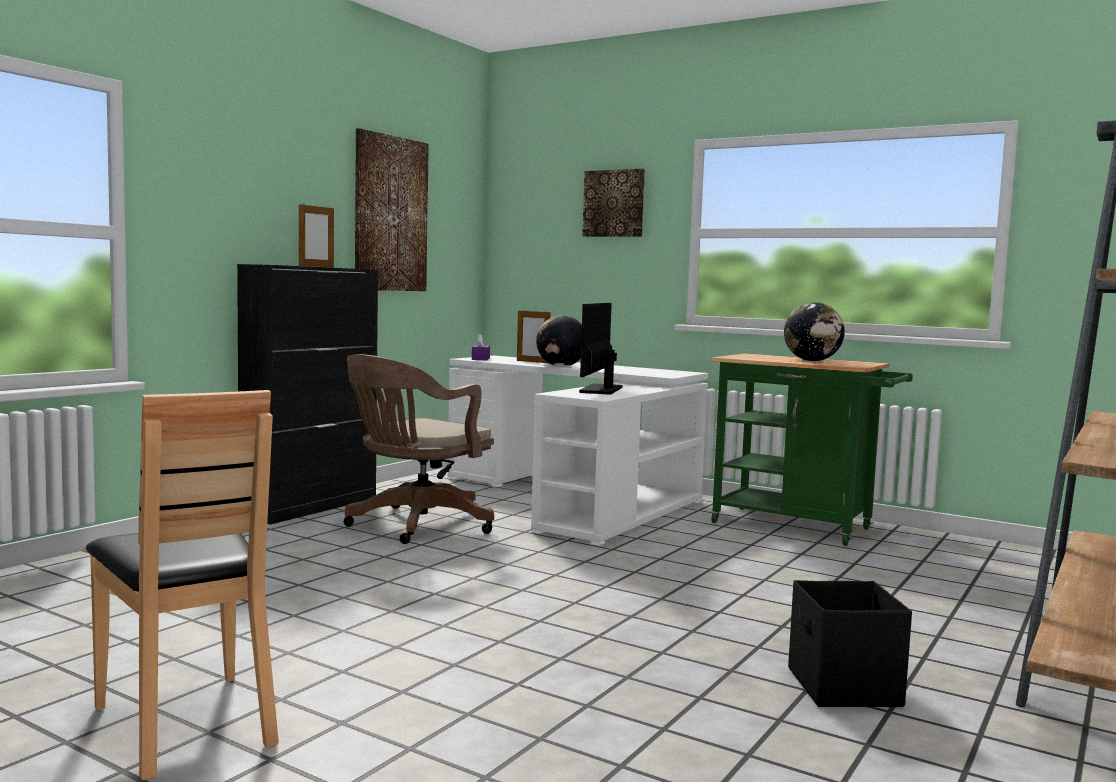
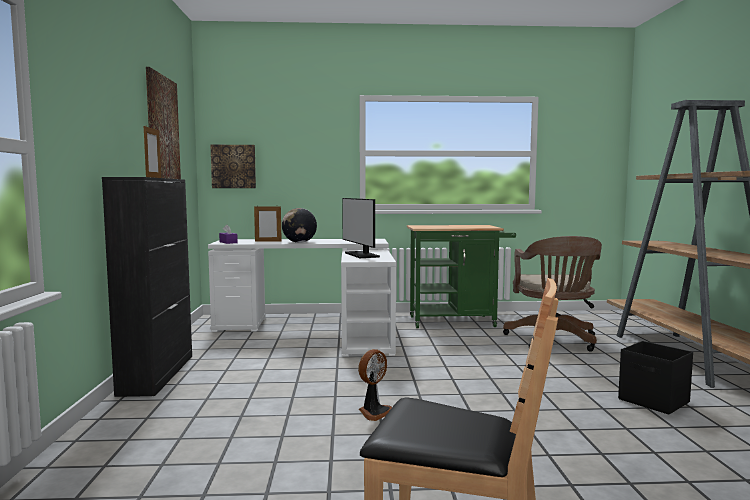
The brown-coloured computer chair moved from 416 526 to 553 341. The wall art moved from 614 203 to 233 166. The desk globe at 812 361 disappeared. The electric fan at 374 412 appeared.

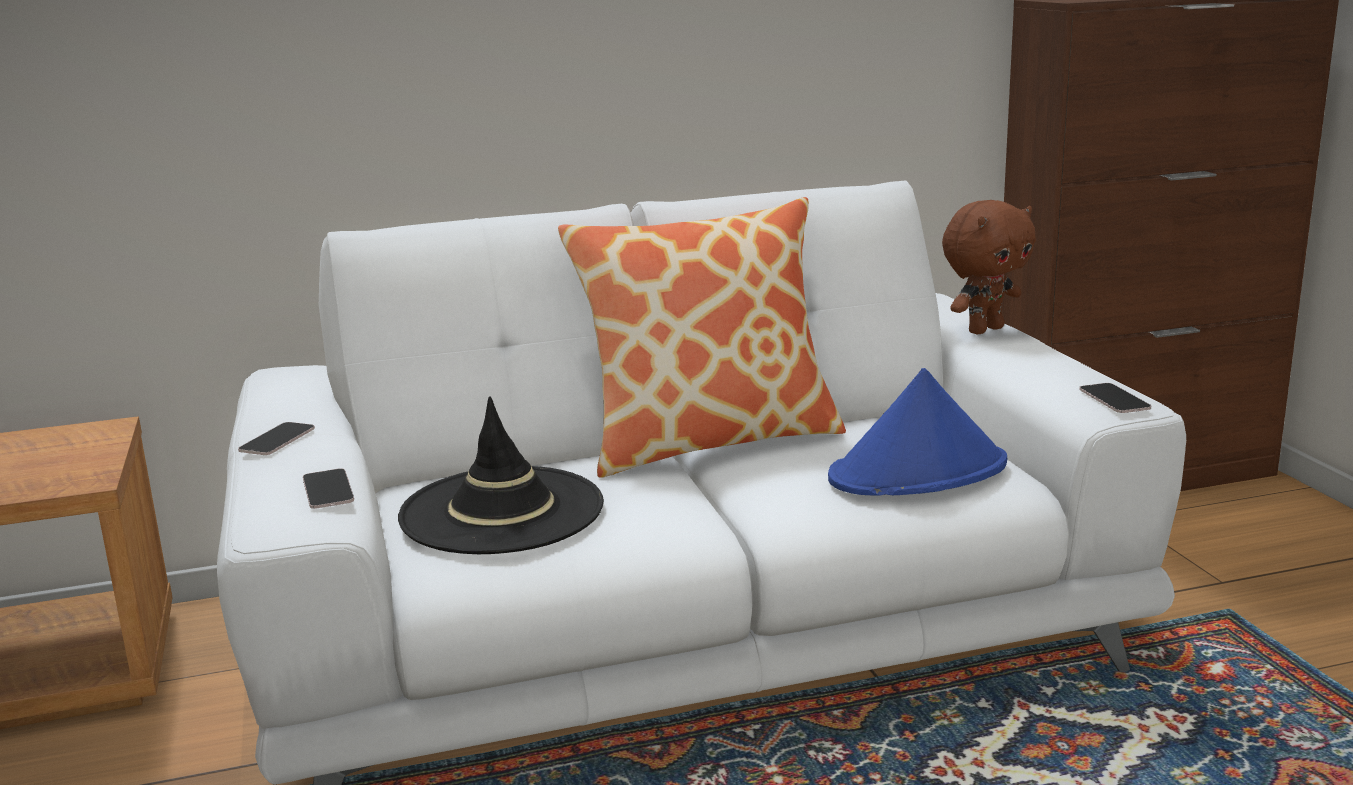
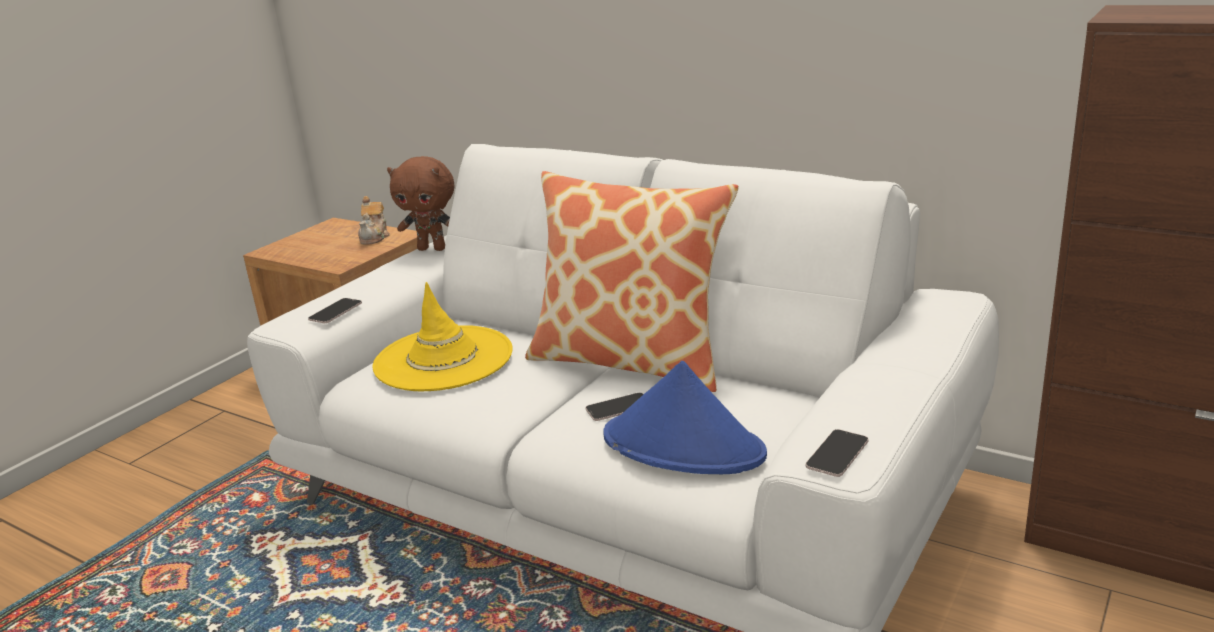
The phone moved from 277 440 to 618 408. The black-coloured wearable hat at 502 511 became the yellow wearable hat at 443 359. The brown-coloured plush toy moved from 984 329 to 433 248. The tea pot at 375 237 appeared.

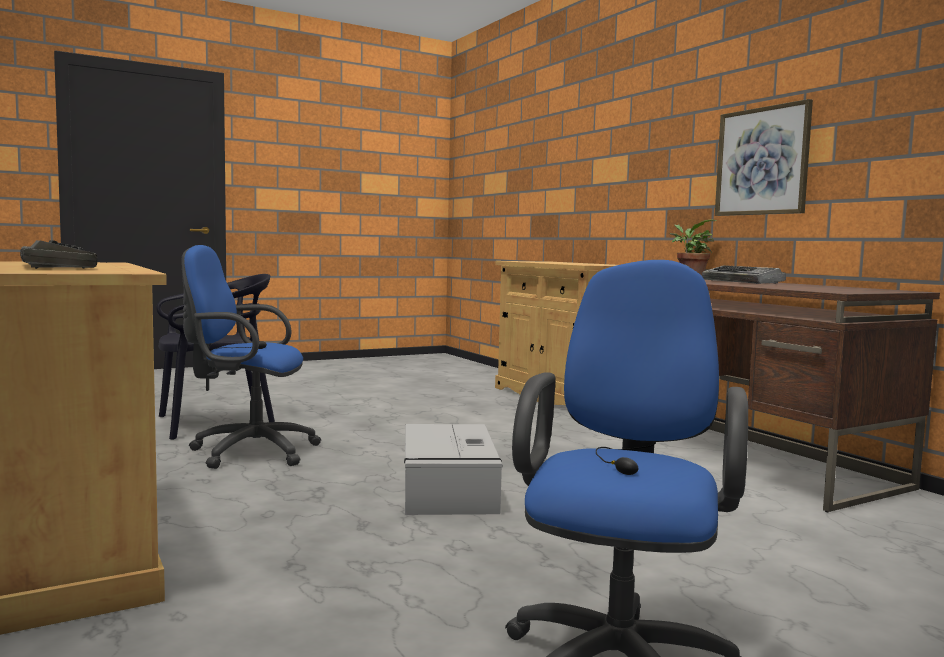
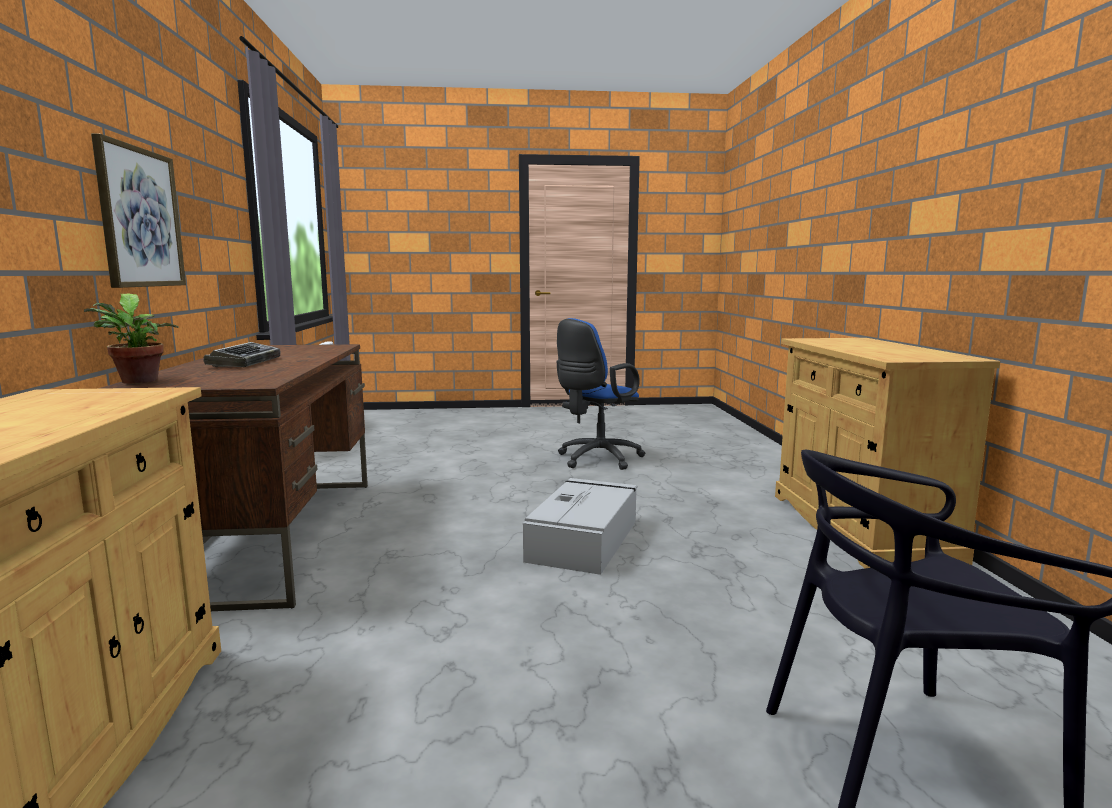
The PC keyboard at 56 266 disappeared. The bluish computer chair at 247 452 disappeared.

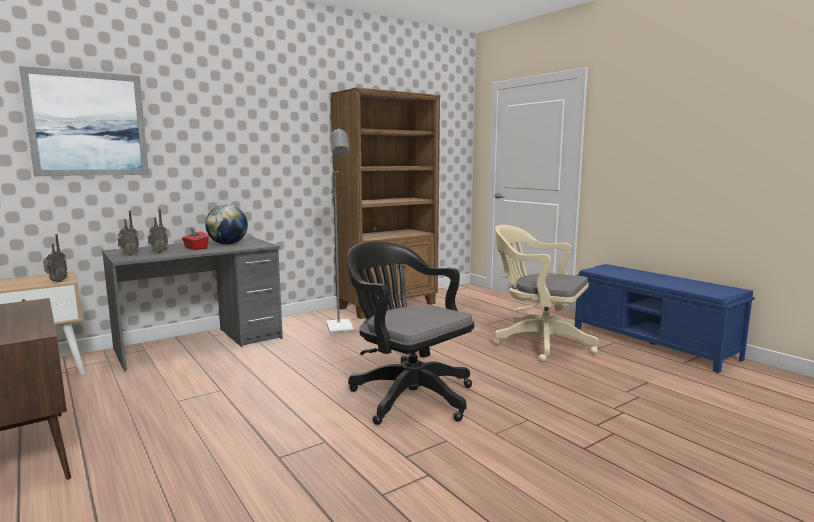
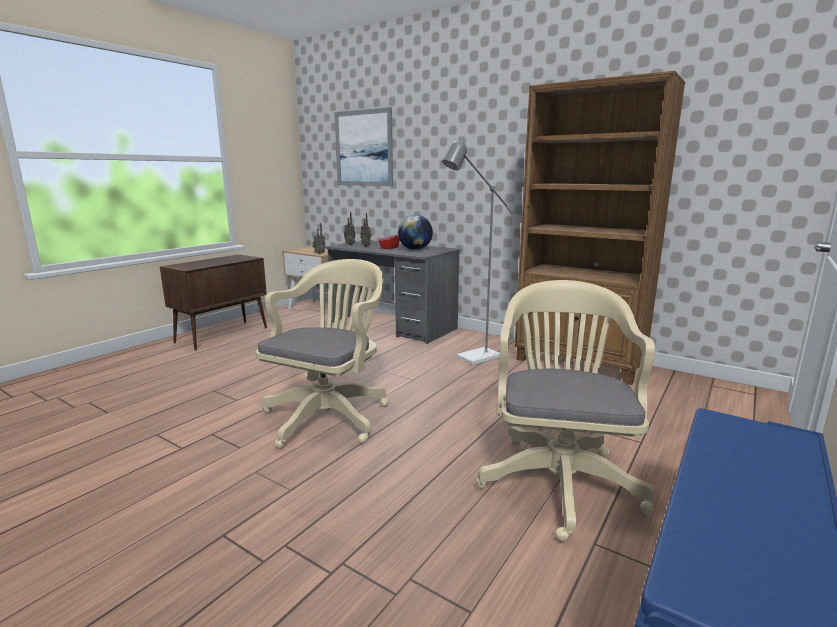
The black-coloured computer chair at 407 395 became the beige-coloured computer chair at 330 415.

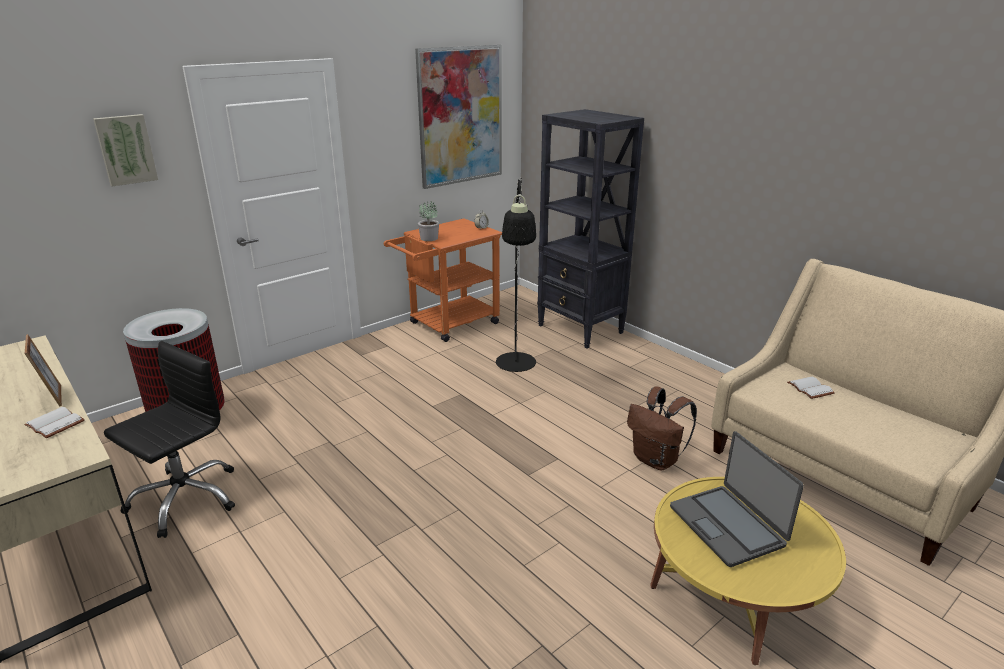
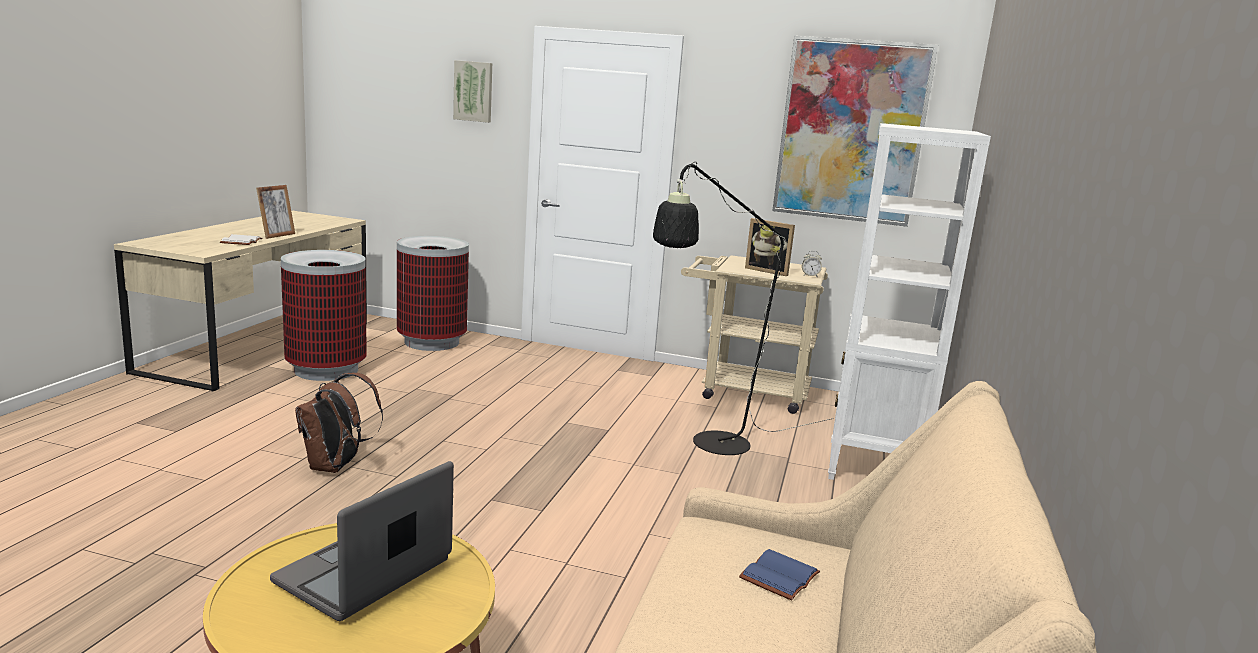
The black-coloured computer chair at 184 498 was replaced by the rubbish bin at 326 370. The orange-coloured trolley at 448 325 became the beige-coloured trolley at 744 391. The potted plant at 429 238 disappeared. The black-coloured bookshelf at 580 329 became the white-coloured bookshelf at 873 465. The brown-coloured knapsack moved from 657 460 to 336 467. The white-coloured book at 809 388 became the bluish book at 778 575. The picture frame at 768 271 appeared.

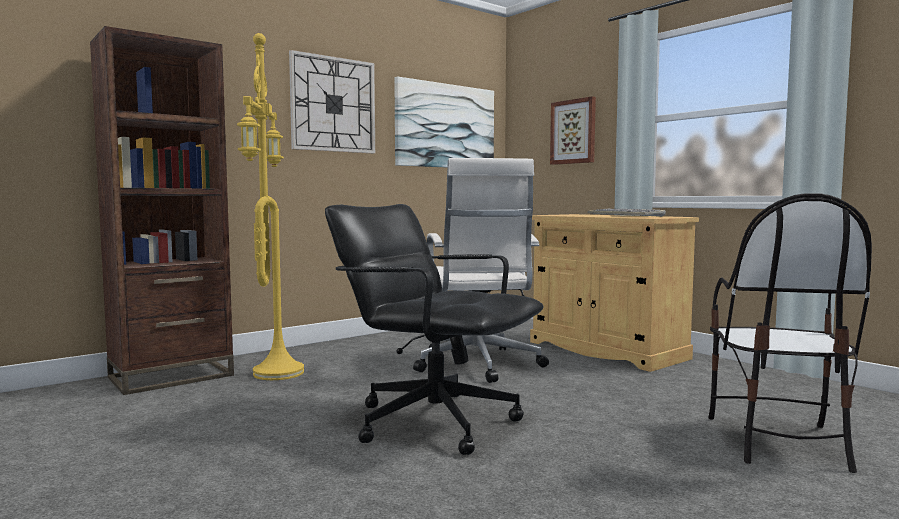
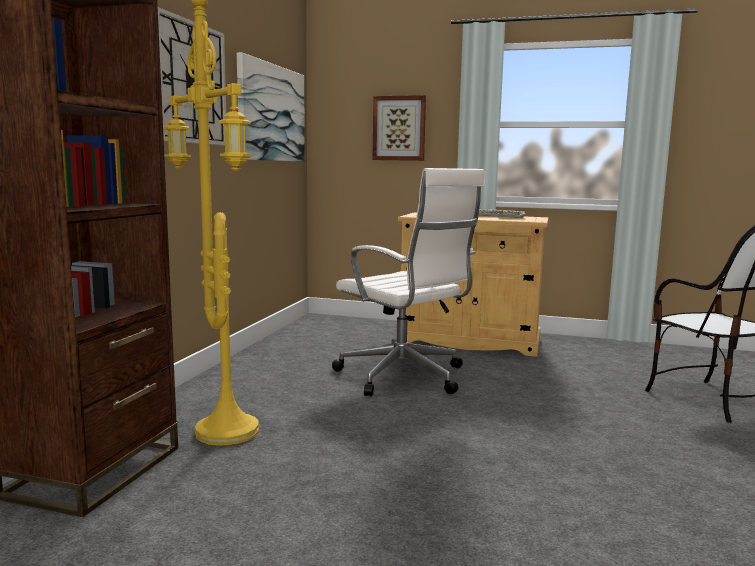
The black-coloured computer chair at 434 421 disappeared.

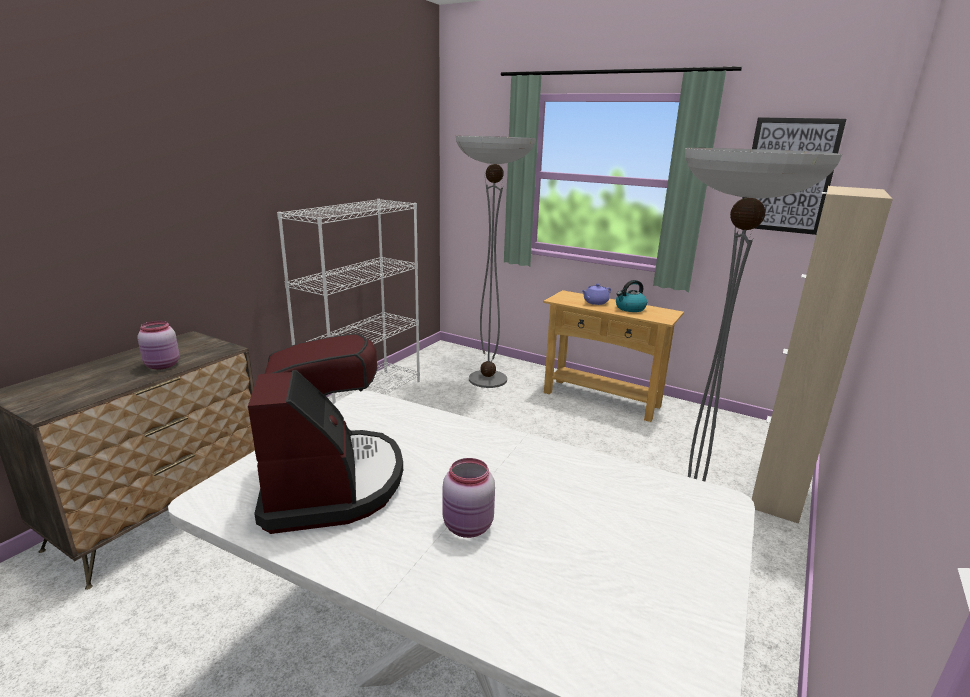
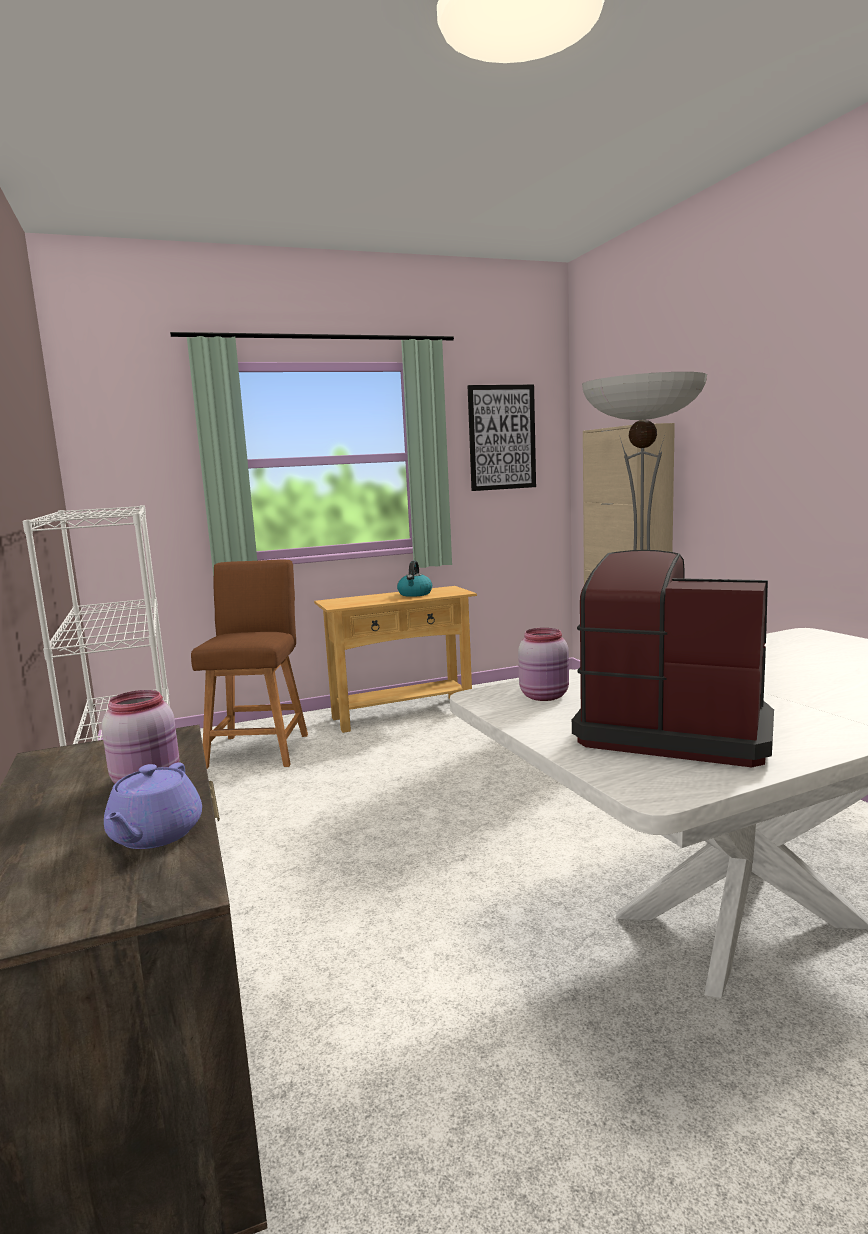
The pink storage jar moved from 468 527 to 545 696. The standard lamp at 488 379 was replaced by the brown-coloured stool at 259 749. The purple tea pot moved from 595 302 to 155 835.

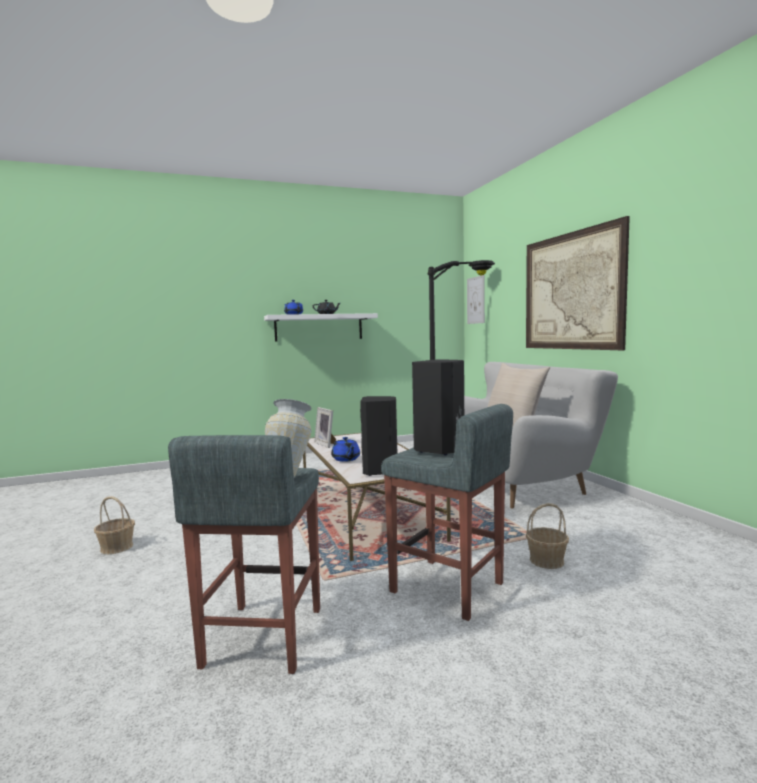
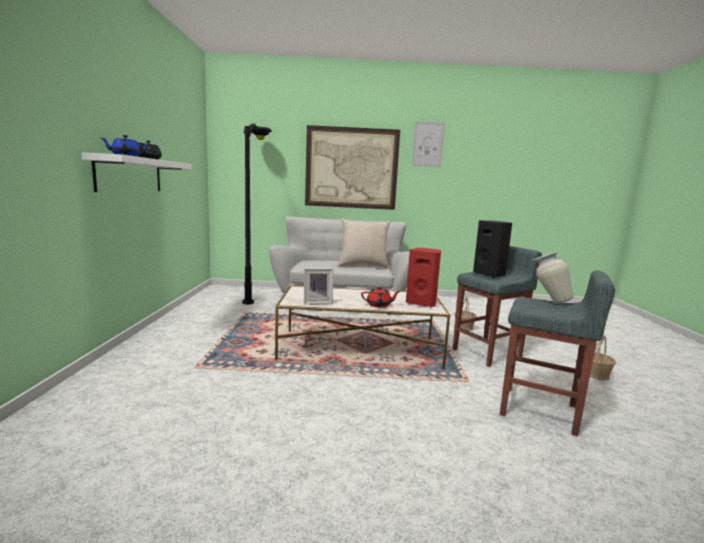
The household basket moved from 116 547 to 596 374. The bluish tea pot at 346 459 became the reddish tea pot at 379 305. The black-coloured audio speaker at 380 471 became the reddish audio speaker at 422 303. The wall art moved from 475 300 to 428 144.

